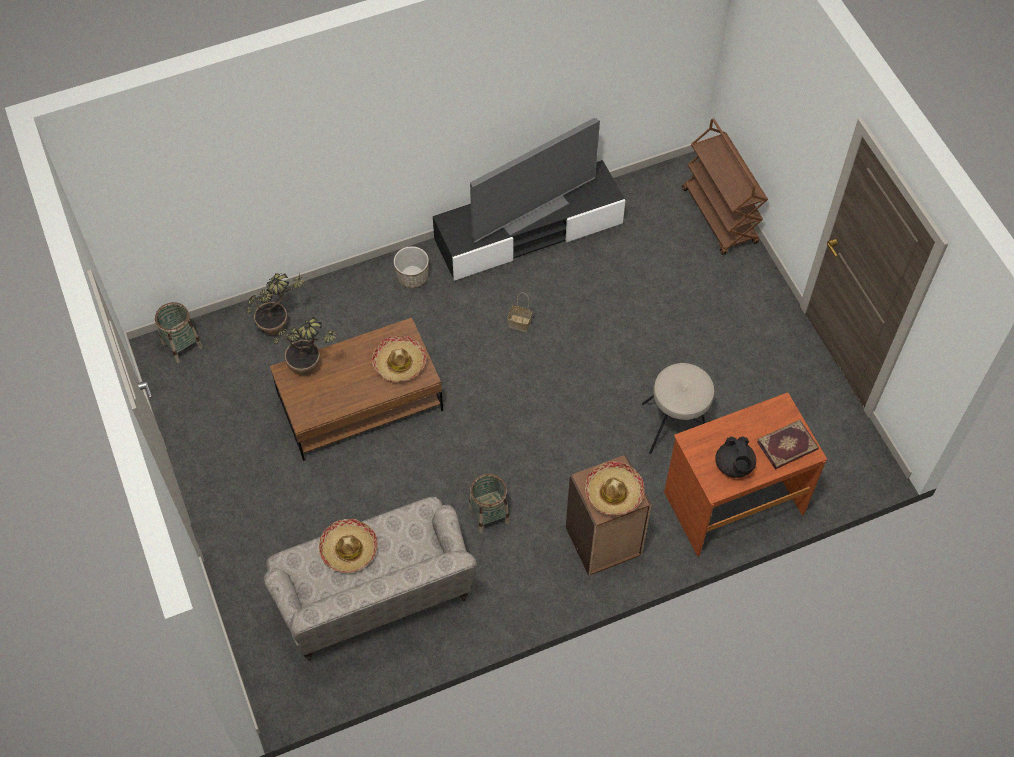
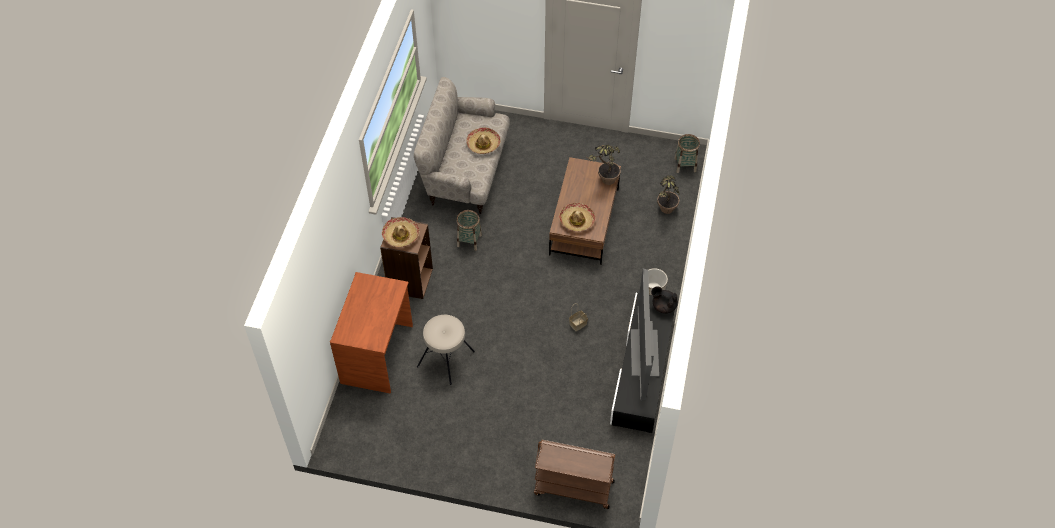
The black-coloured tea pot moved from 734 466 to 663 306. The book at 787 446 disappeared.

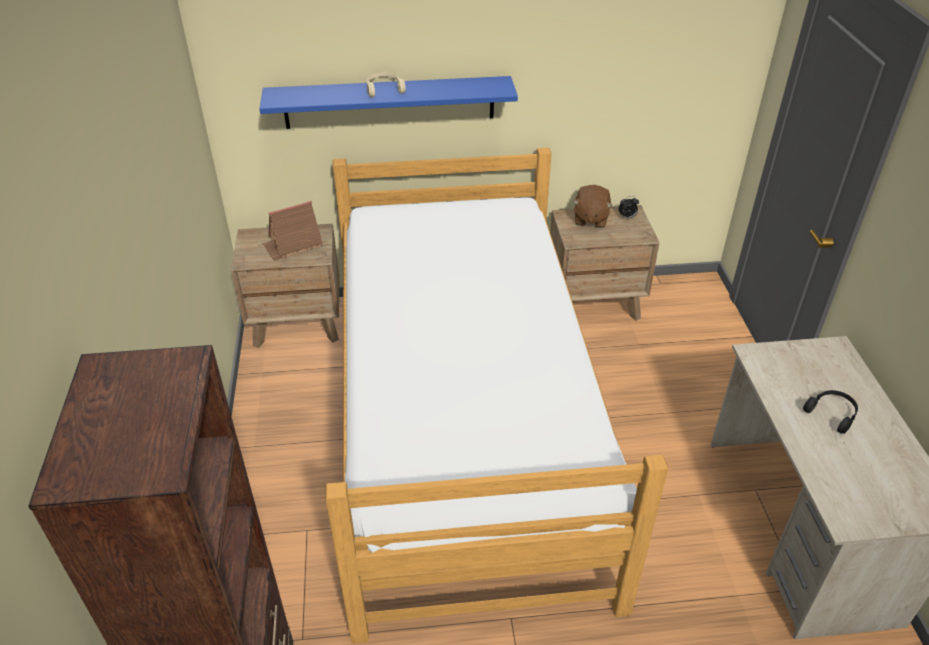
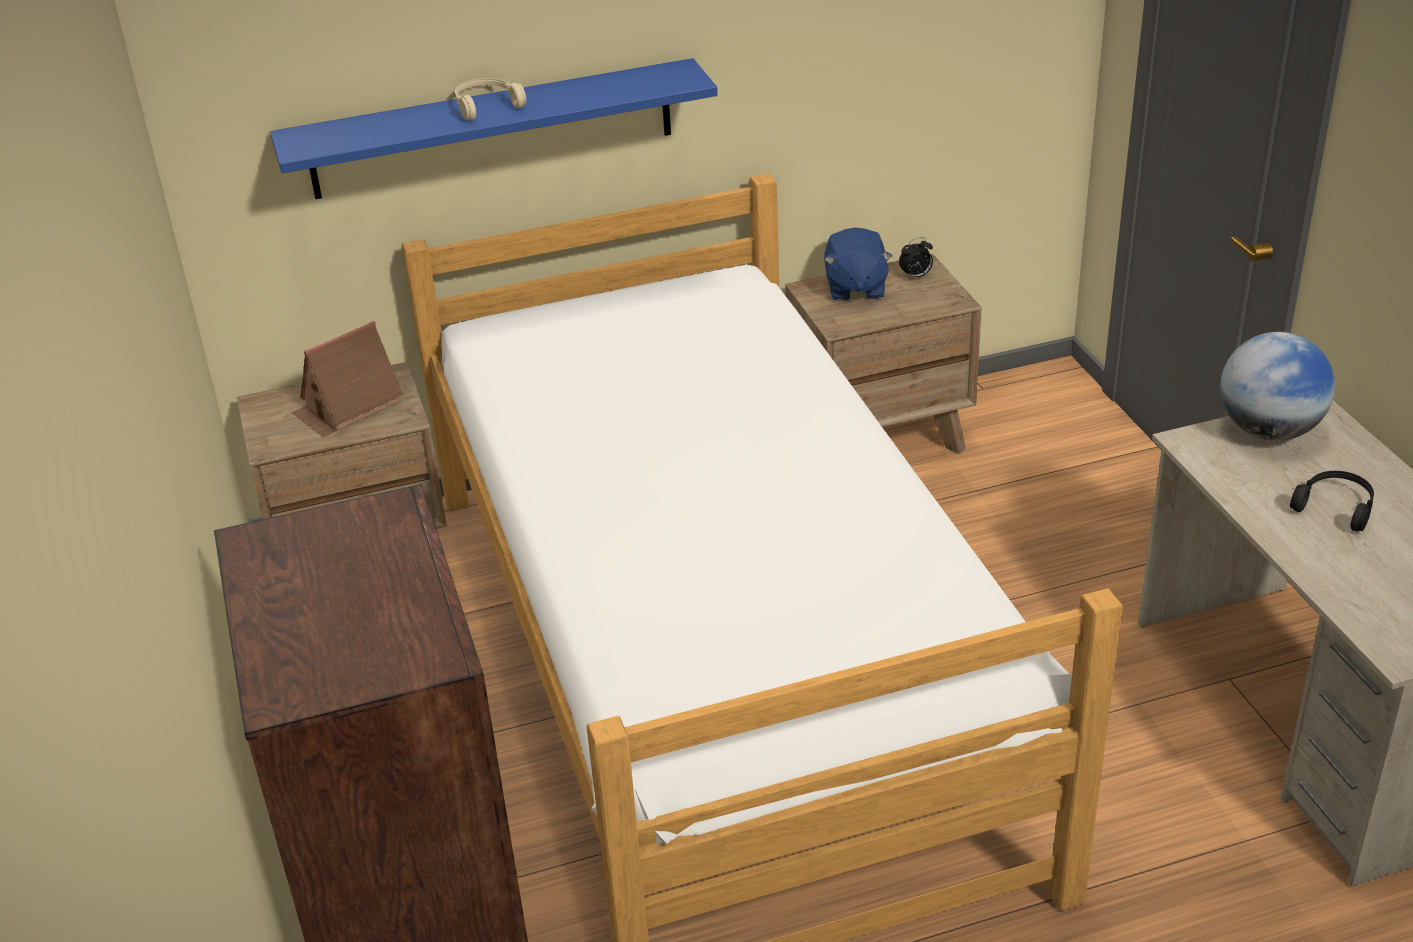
The brown-coloured plush toy at 590 219 became the bluish plush toy at 855 288. The desk globe at 1268 430 appeared.

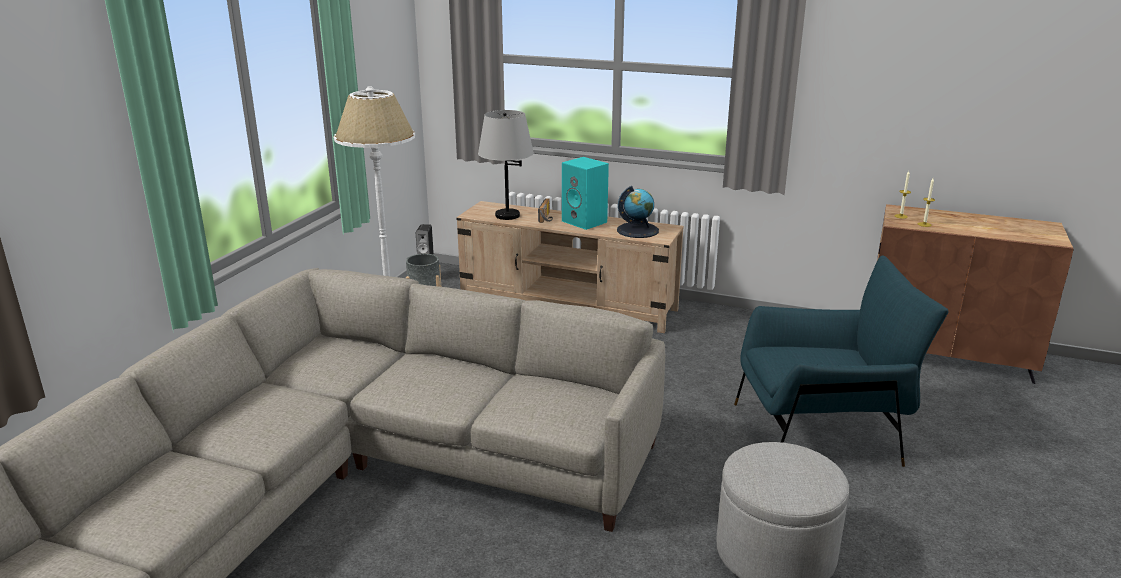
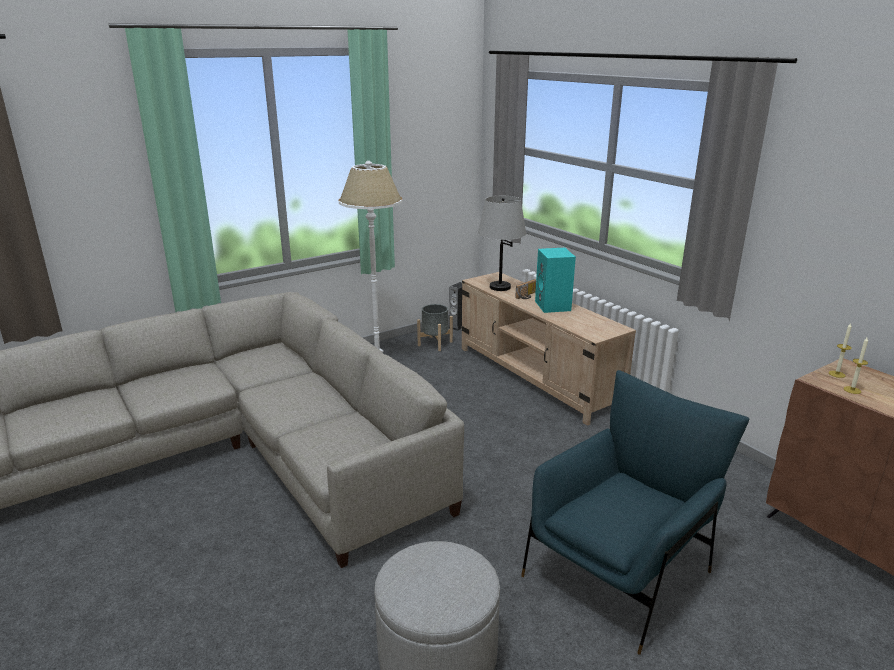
The desk globe at 637 230 disappeared. The bluish lounge chair at 821 433 turned 75 degrees counterclockwise.

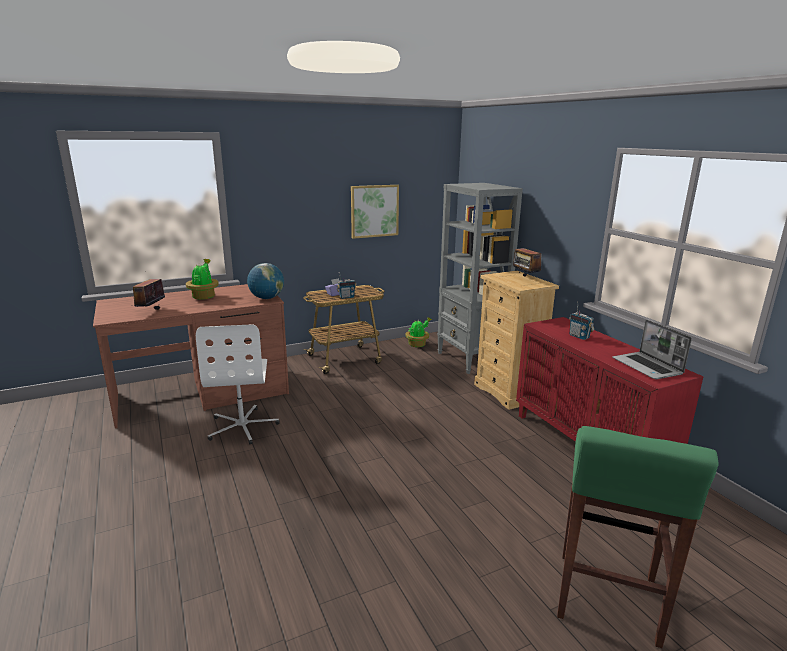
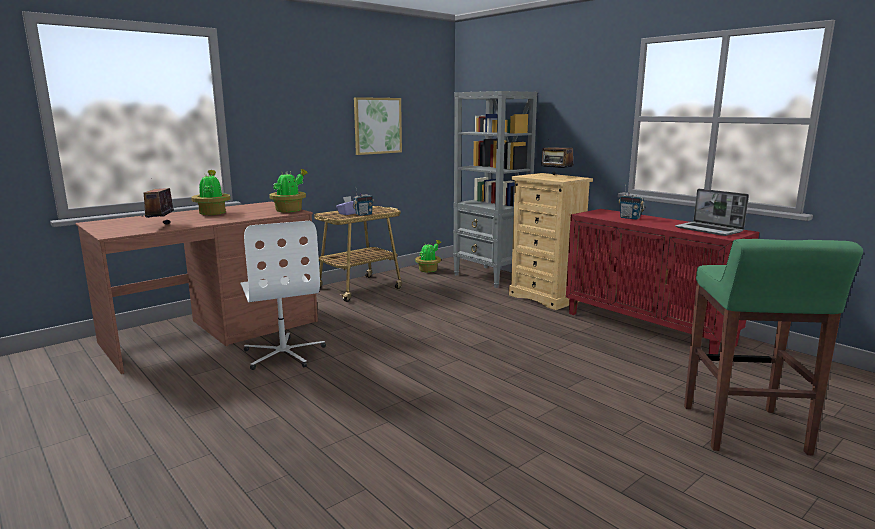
The desk globe at 267 298 was replaced by the potted plant at 290 210.

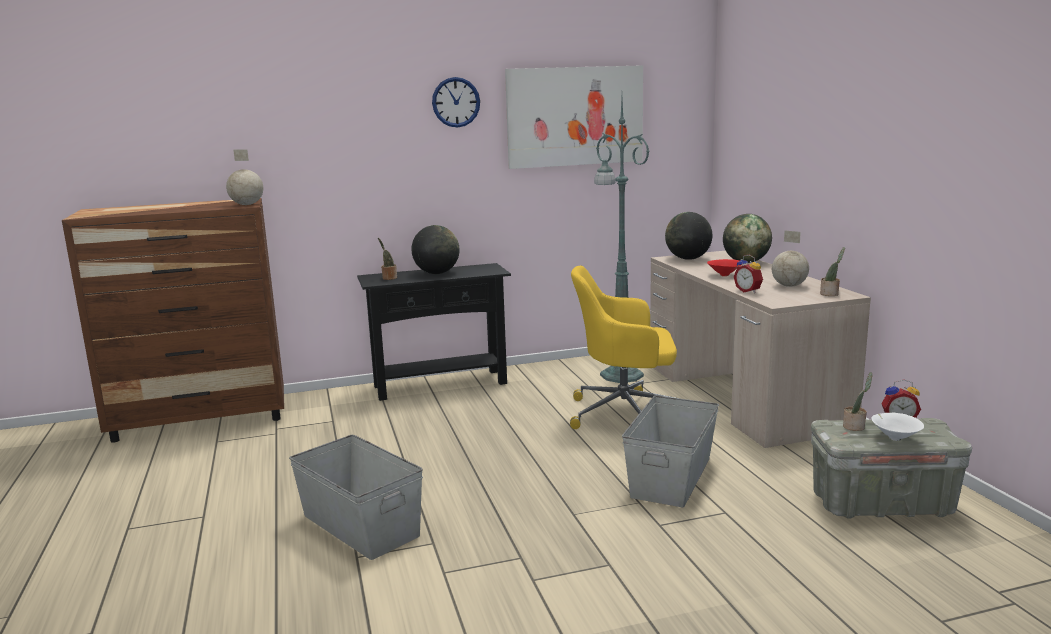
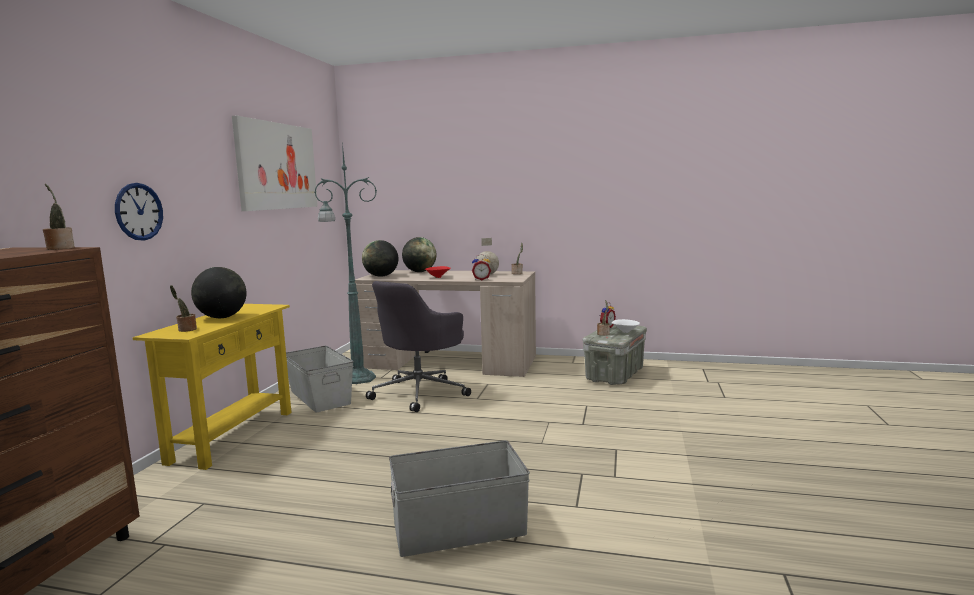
The desk globe at 247 205 was replaced by the potted plant at 60 248. The black-coloured narrow table at 440 384 became the yellow narrow table at 233 436. The clock on the wall moved from 456 102 to 139 211. The yellow computer chair at 625 413 became the gray computer chair at 420 393. The gray storage bin moved from 672 477 to 320 397.

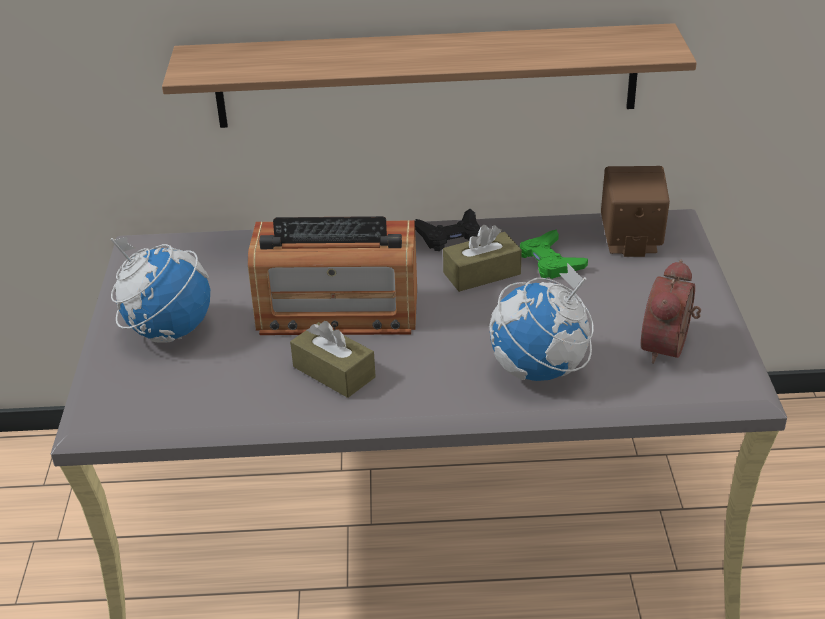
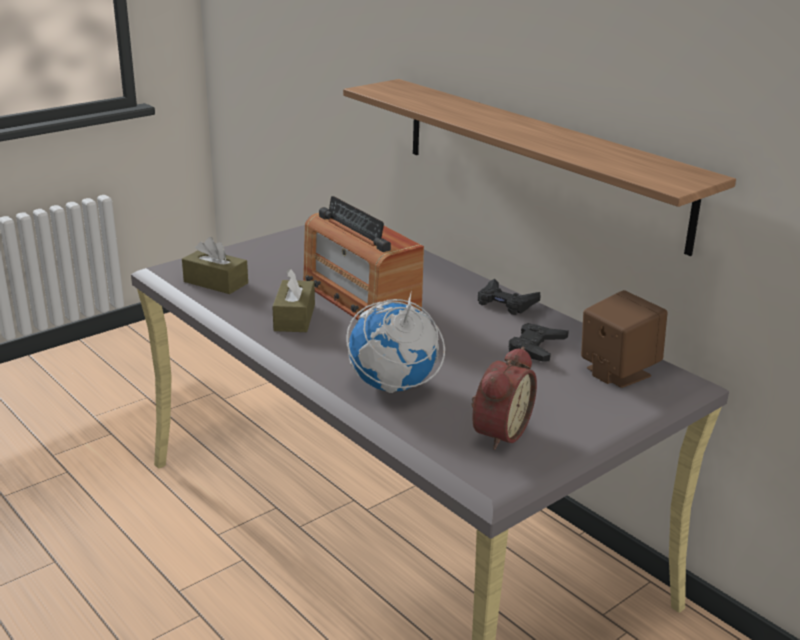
The desk globe at 168 330 disappeared. The brown-coloured tissue holder moved from 482 273 to 216 282. The green-coloured game controller at 550 261 became the black-coloured game controller at 536 348. The bedside clock at 669 347 turned 135 degrees clockwise.

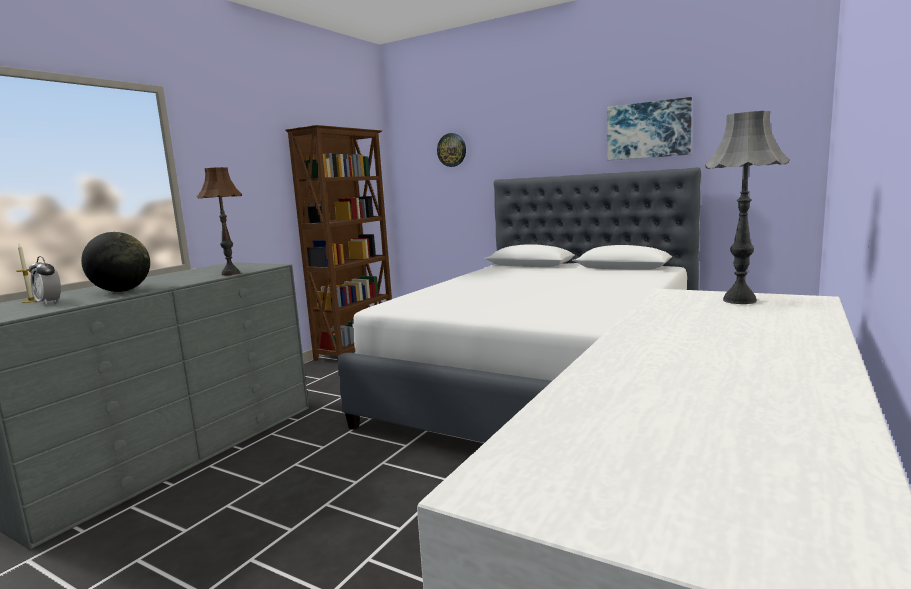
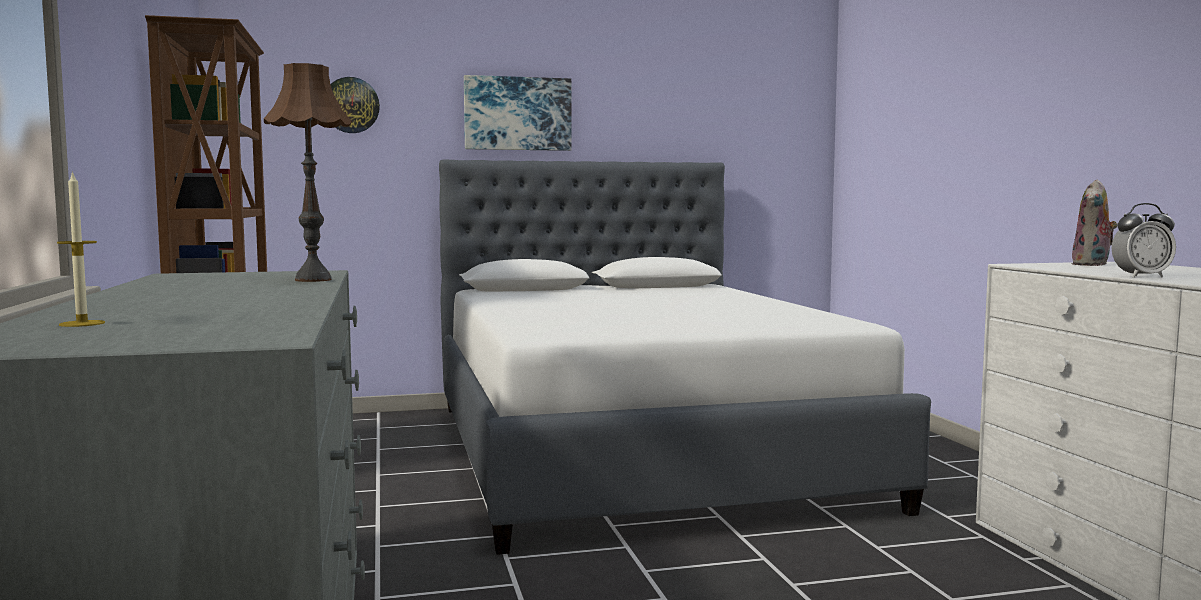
The bedside clock moved from 49 302 to 1141 276. The desk globe at 122 291 disappeared. The wall art moved from 648 130 to 517 114. The gray tabletop lamp at 739 300 was replaced by the plush toy at 1092 265.

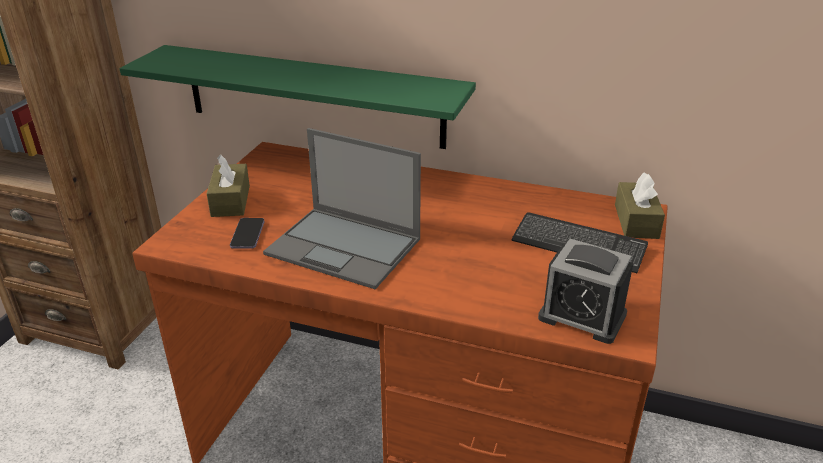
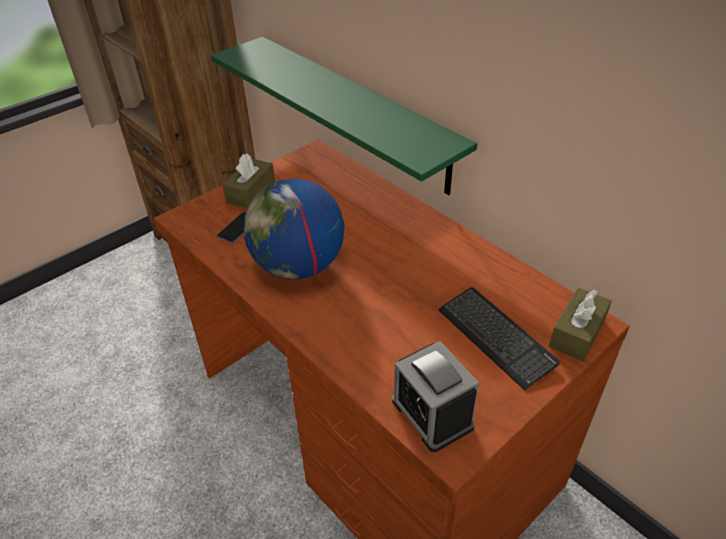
The portable computer at 345 247 was replaced by the desk globe at 298 266.

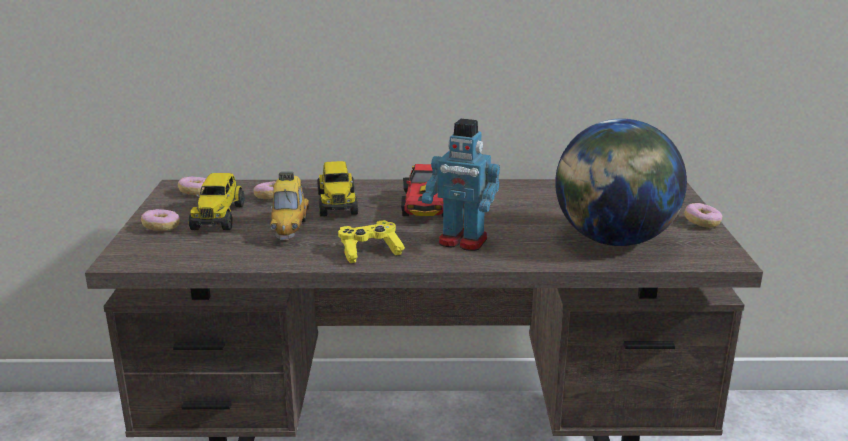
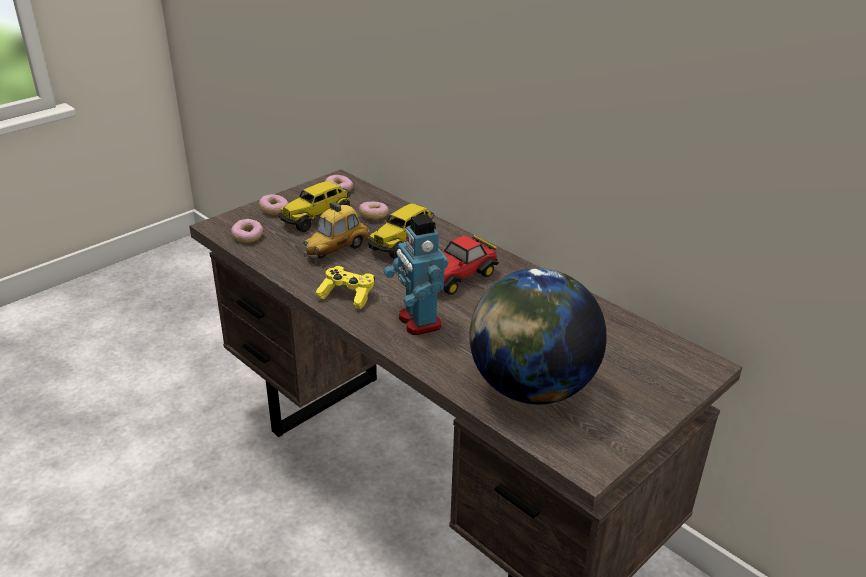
The ring doughnut moved from 702 223 to 247 237.

